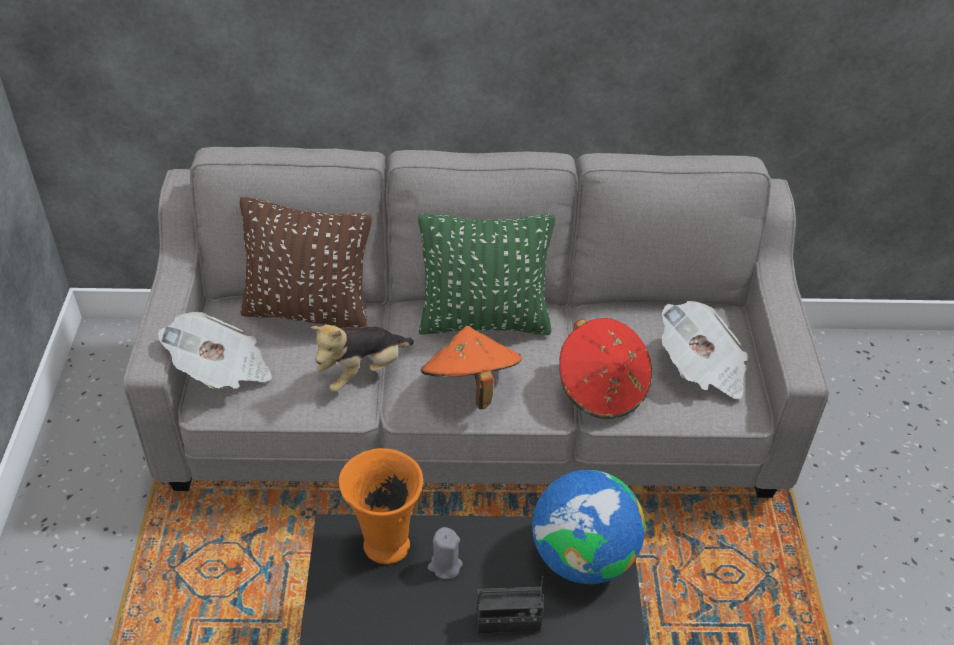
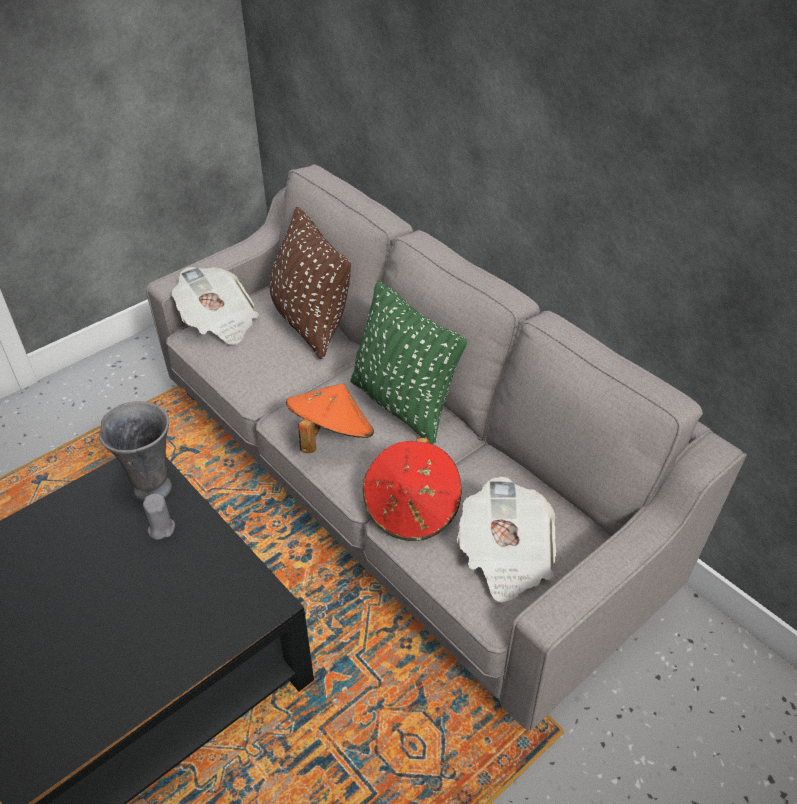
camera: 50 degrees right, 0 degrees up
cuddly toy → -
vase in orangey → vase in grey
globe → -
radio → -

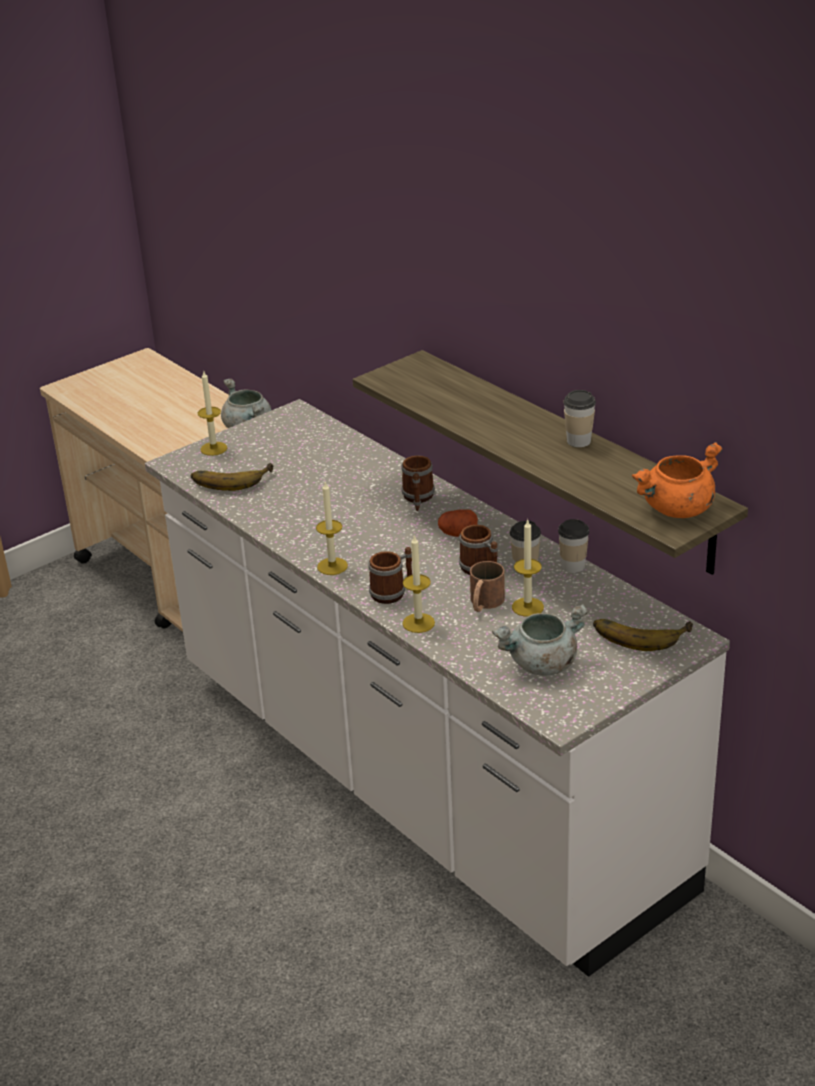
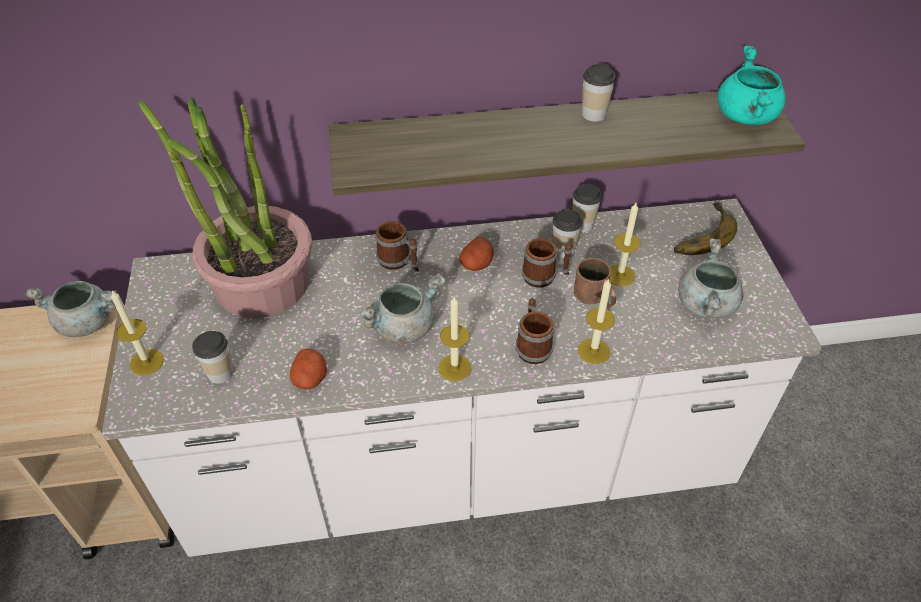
camera: 60 degrees left, 15 degrees up
saucepot in orangey → saucepot in blue-green
whole banana (no. 1 from left) → drinking cup (no. 1 from left)
- → houseplant
- → saucepot in grey (no. 2 from left)
- → spud (no. 1 from left)

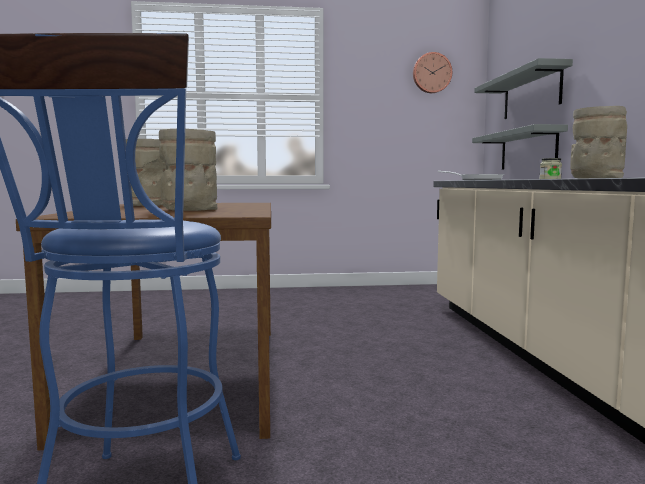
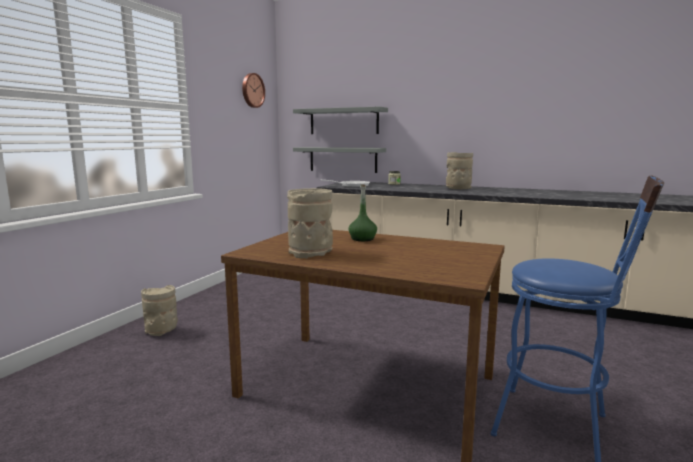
camera: 60 degrees left, 5 degrees up
vase in beige-coloured (no. 2 from left in the first image) → vase in beige-coloured (no. 1 from left), relocated
- → drink bottle in green-coloured

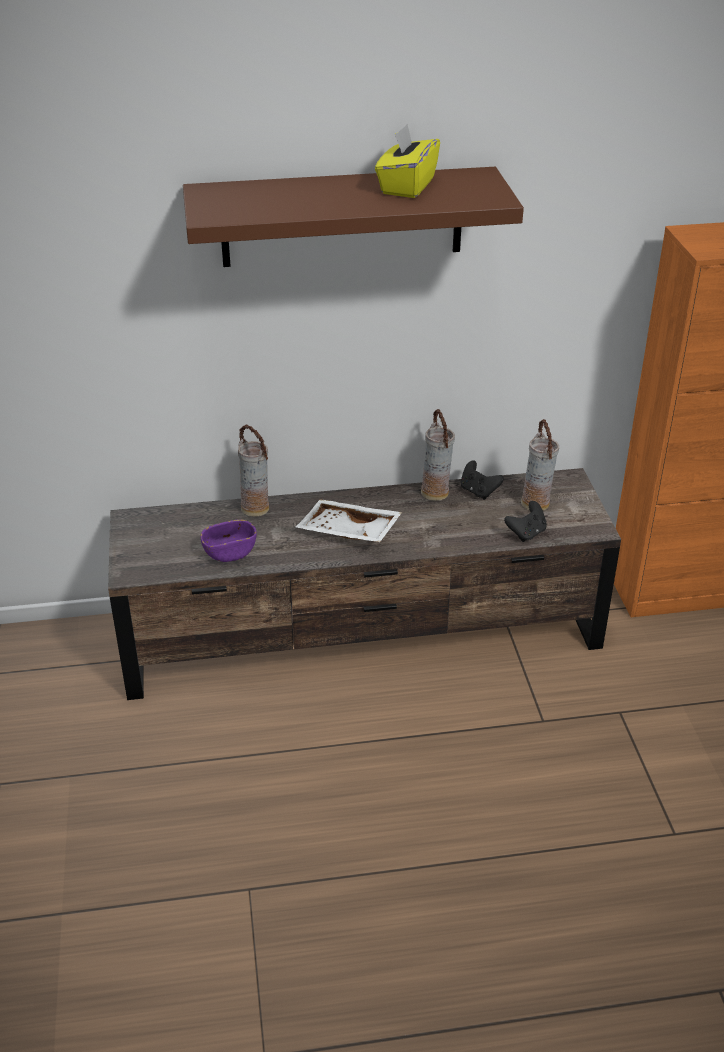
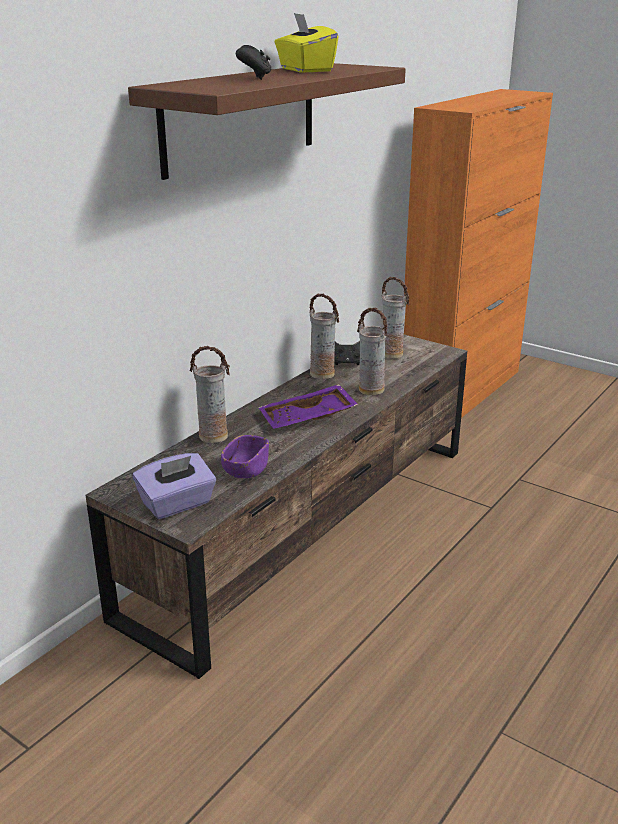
camera: 45 degrees left, 10 degrees down
carrying tray in white-coloured → carrying tray in purple-coloured
joypad in black (no. 2 from left in the first image) → joypad in black (no. 1 from left), relocated
- → vase (no. 3 from left)
- → tissue box in purple-coloured

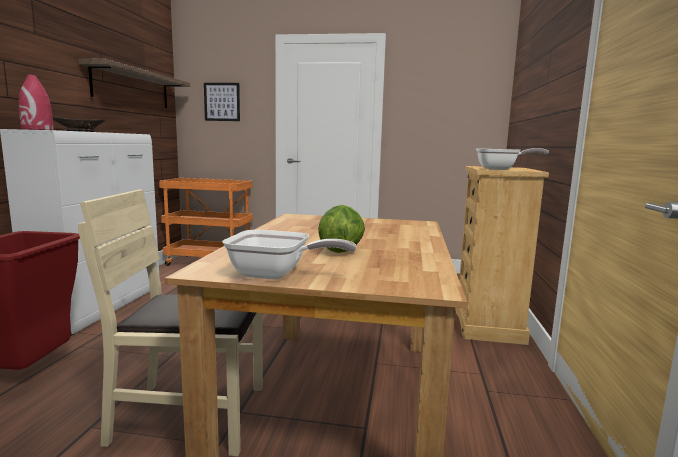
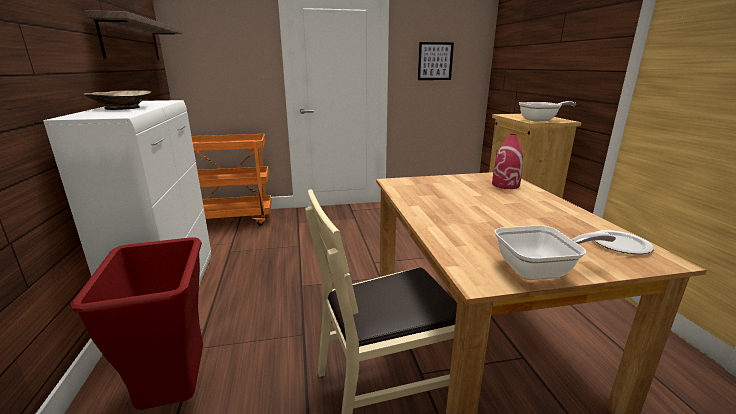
camera: 20 degrees left, 10 degrees up
vase in reddish, relocated
wall picture, relocated
head of lettuce → -
- → flat dish

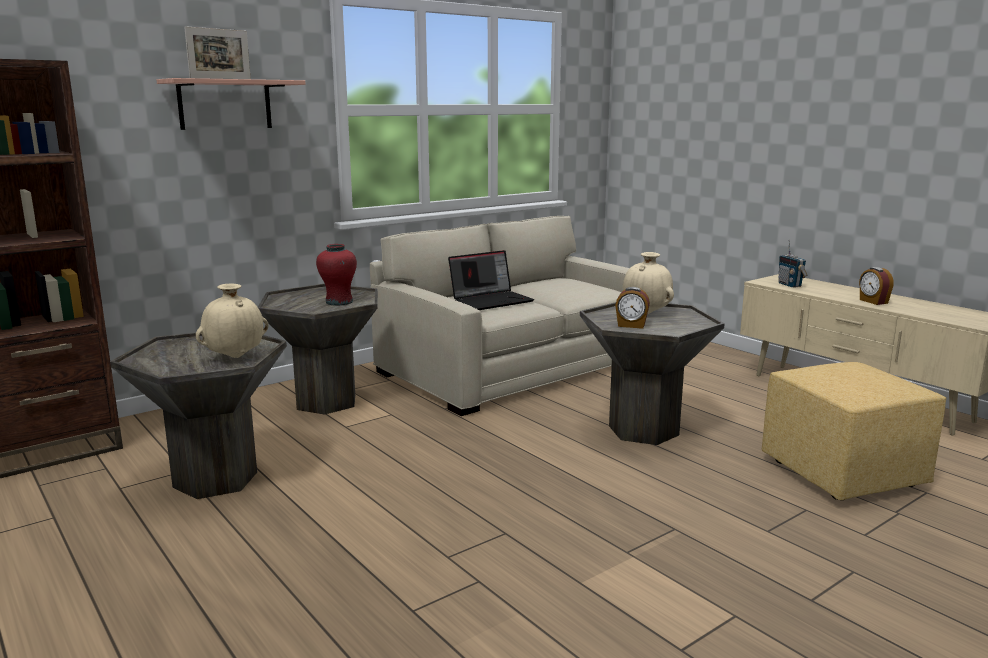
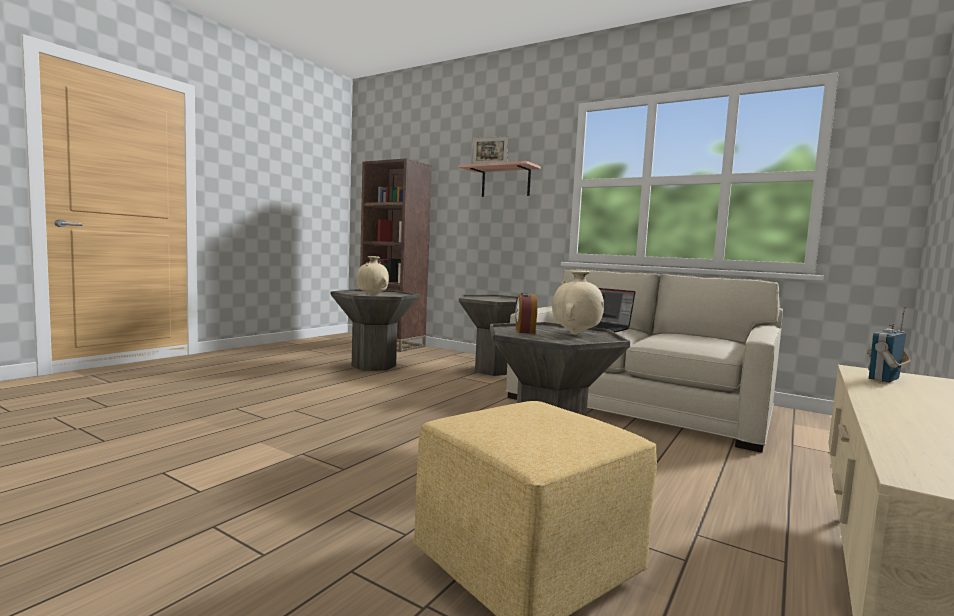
camera: 70 degrees right, 10 degrees down
vase in reddish → -
alarm clock (no. 2 from left) → -

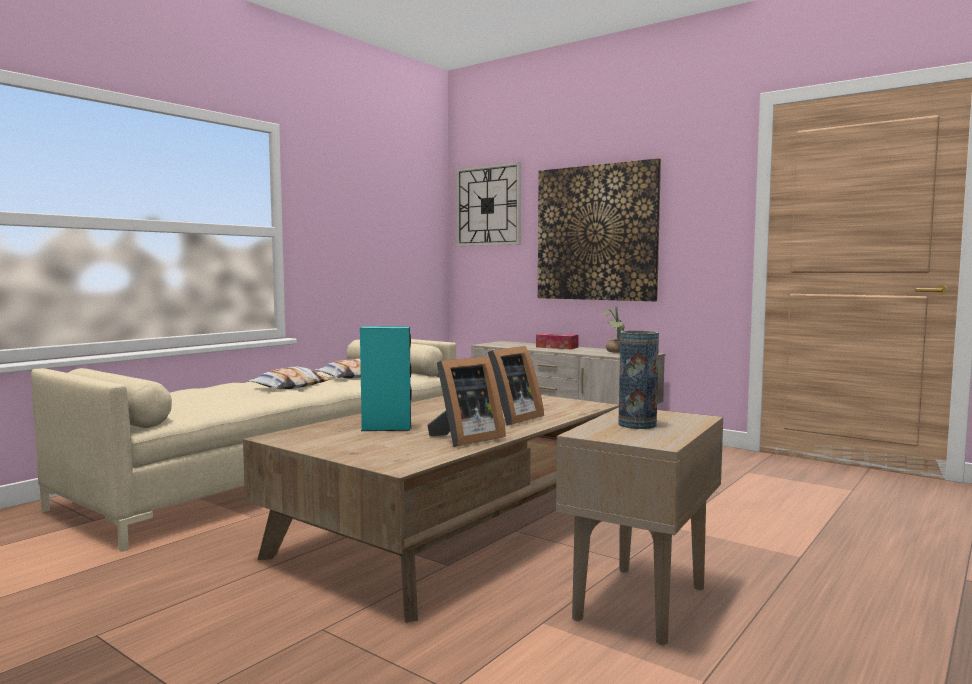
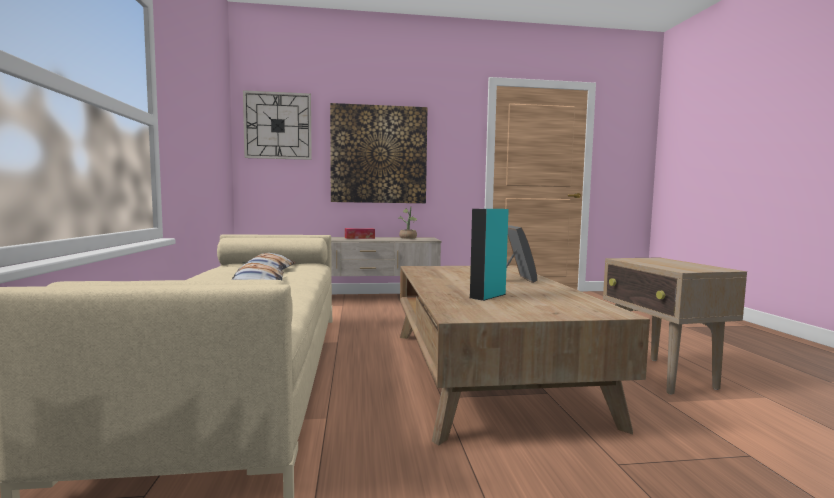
camera: 45 degrees left, 0 degrees up
vase → -
photo frame (no. 1 from left) → -

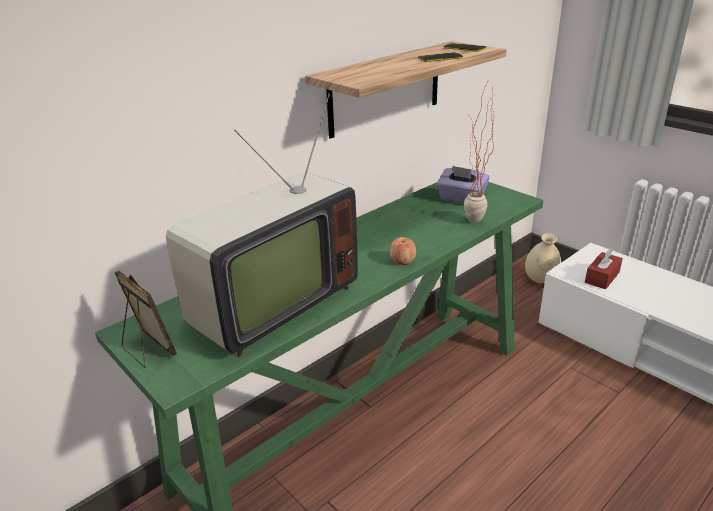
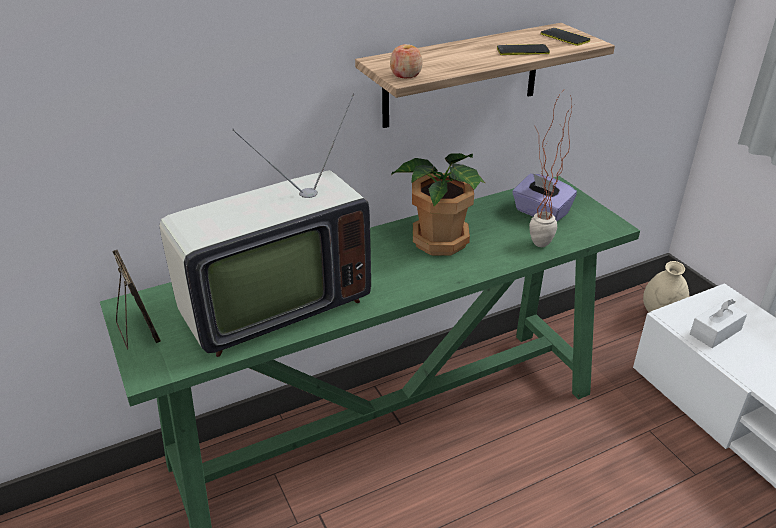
camera: 15 degrees right, 5 degrees up
apple, relocated
tissue box in reddish → tissue box in white-coloured
- → houseplant (no. 1 from left)

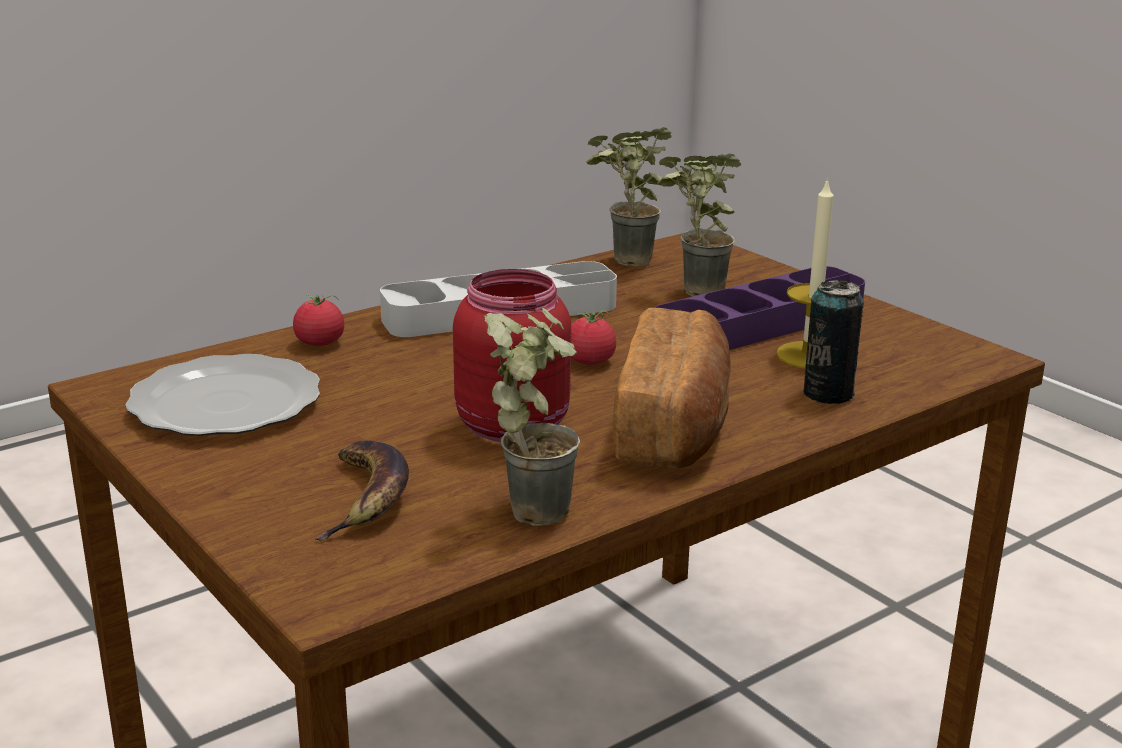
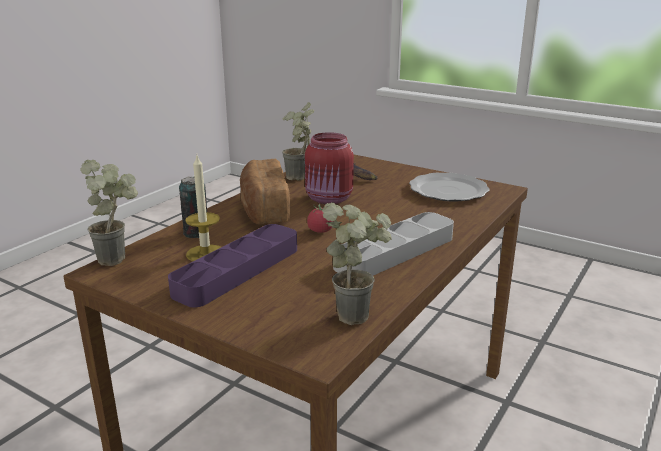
camera: 160 degrees right, 0 degrees up
houseplant (no. 3 from left in the first image) → houseplant (no. 1 from left), relocated
whole tomato (no. 1 from left) → -

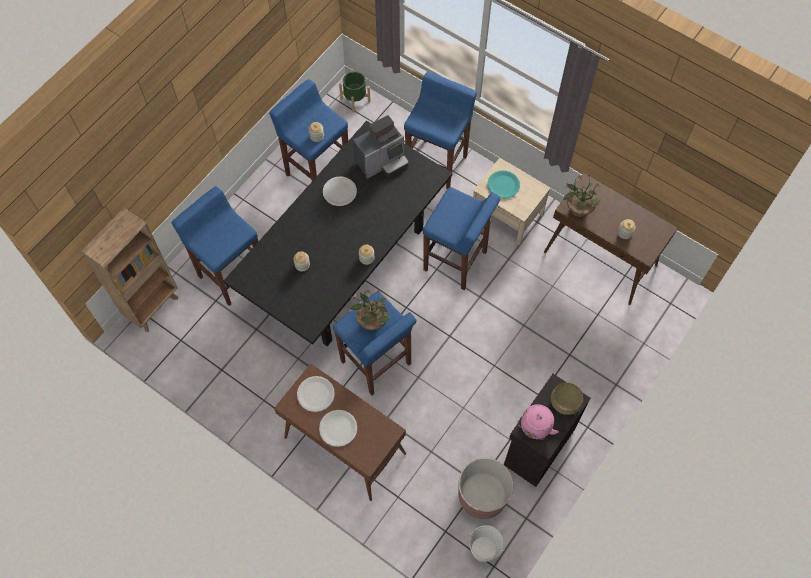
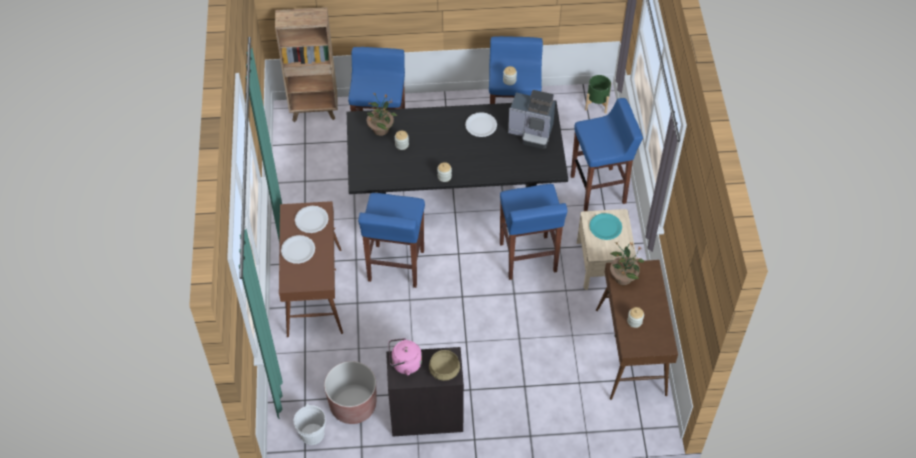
camera: 50 degrees right, 10 degrees down
houseplant (no. 1 from left), relocated

